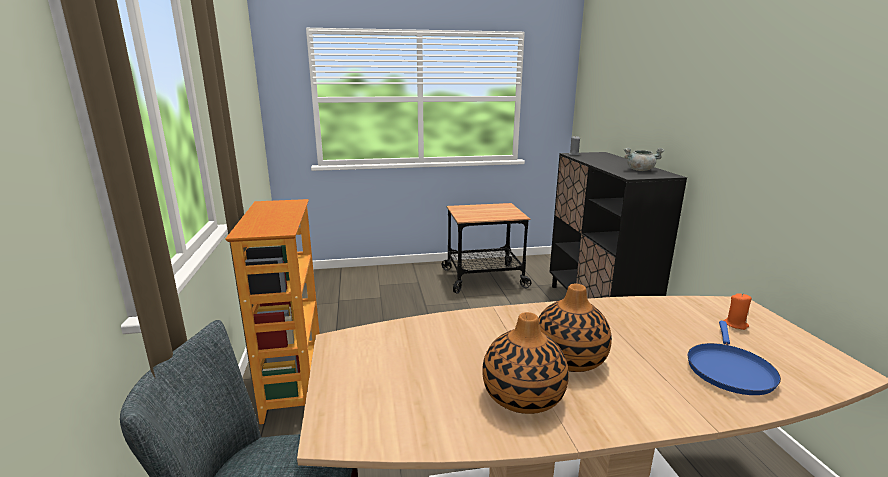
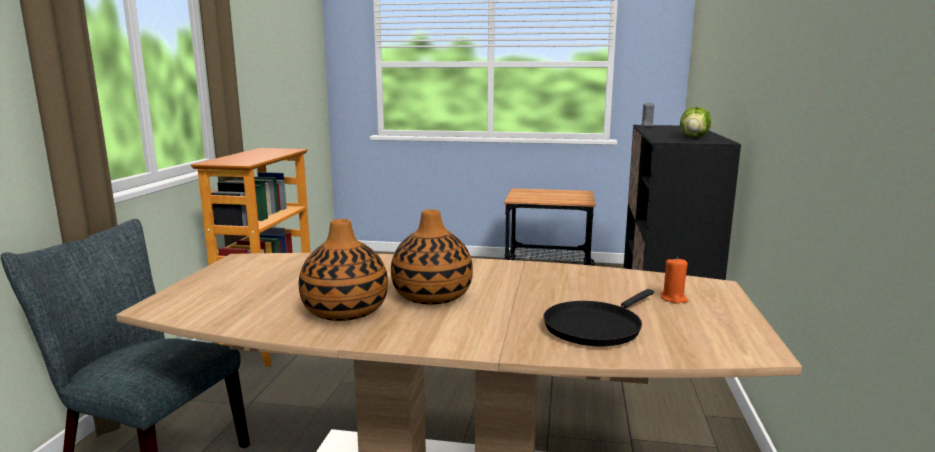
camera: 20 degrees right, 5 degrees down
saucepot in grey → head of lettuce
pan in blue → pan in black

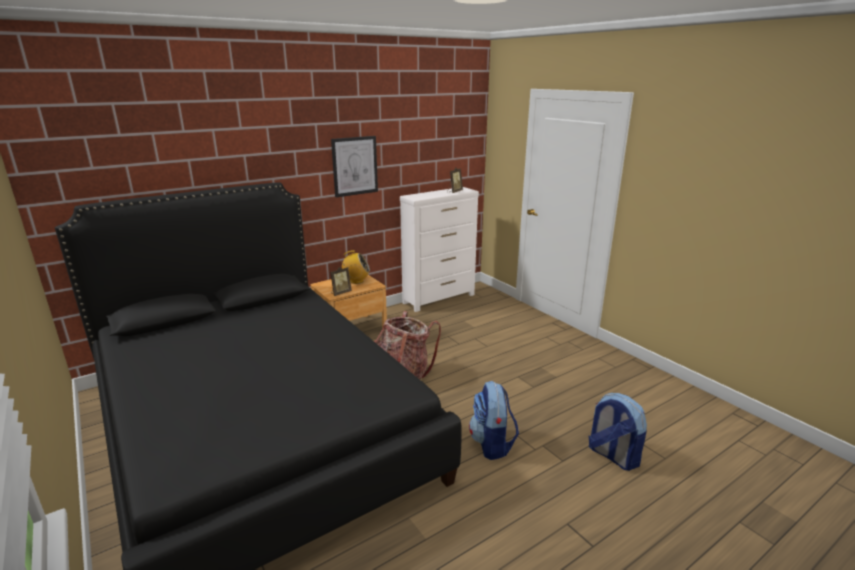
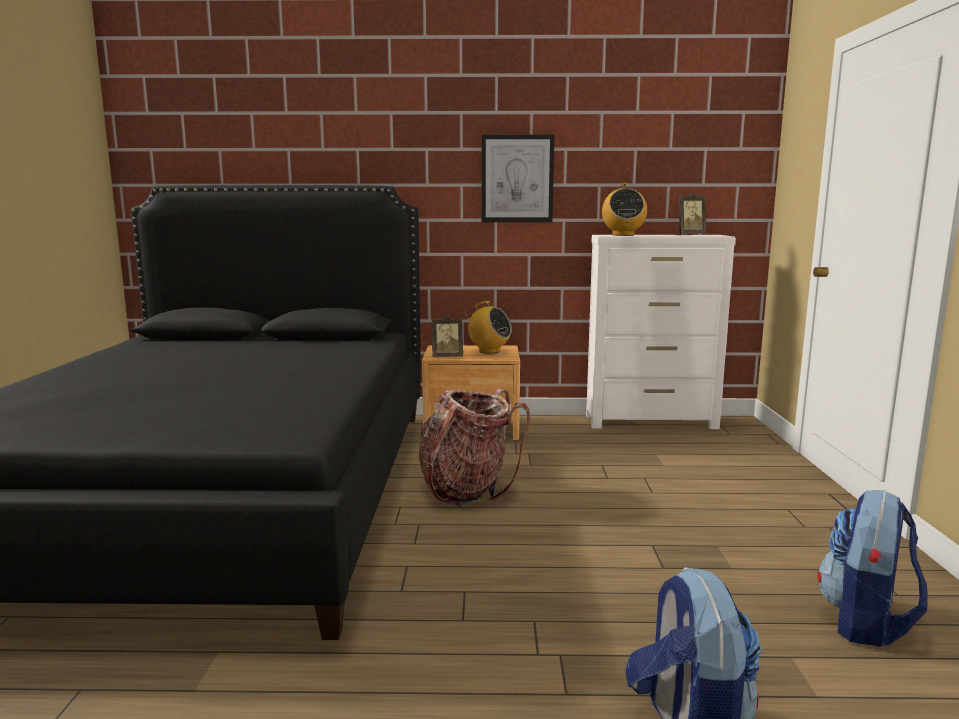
camera: 35 degrees right, 10 degrees down
rucksack (no. 2 from left in the first image) → rucksack (no. 3 from left), relocated
- → radio (no. 2 from left)

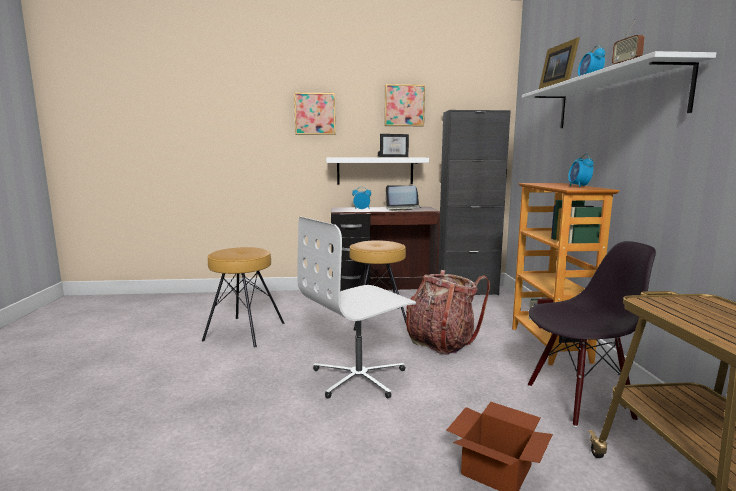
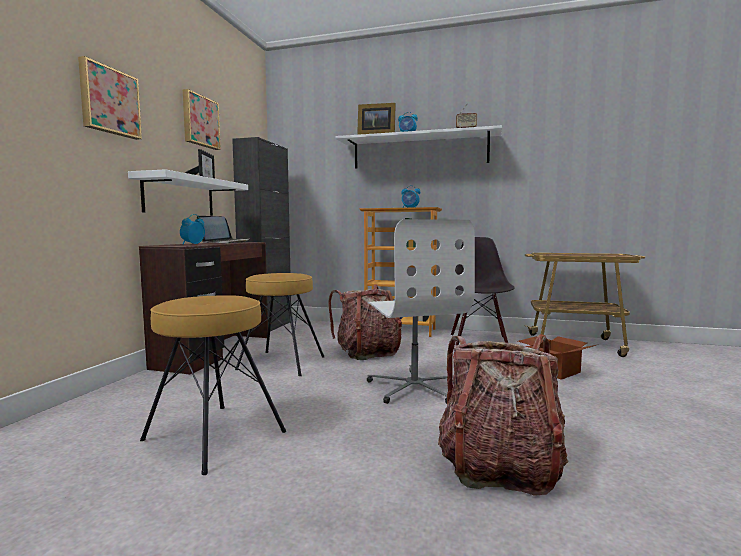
camera: 70 degrees left, 5 degrees down
- → rucksack (no. 2 from left)

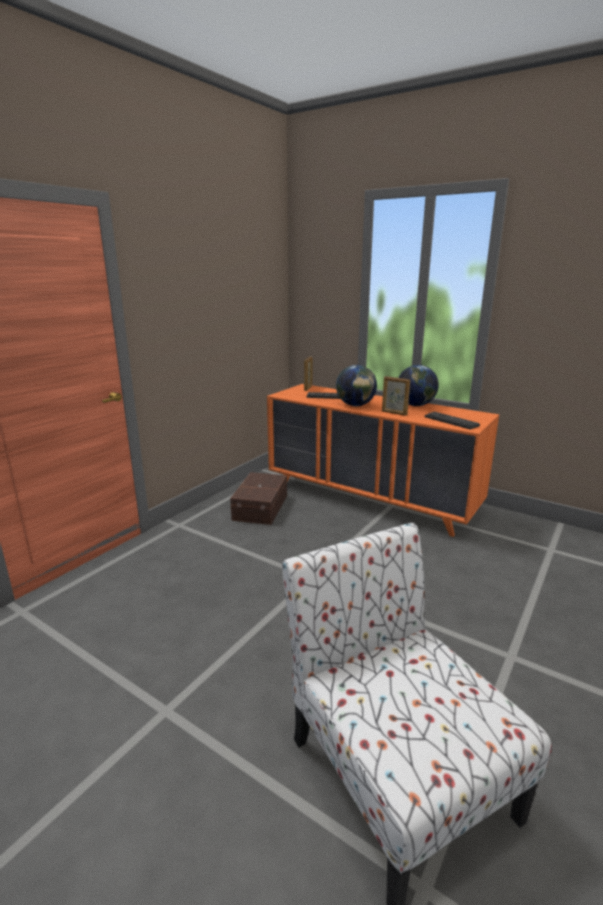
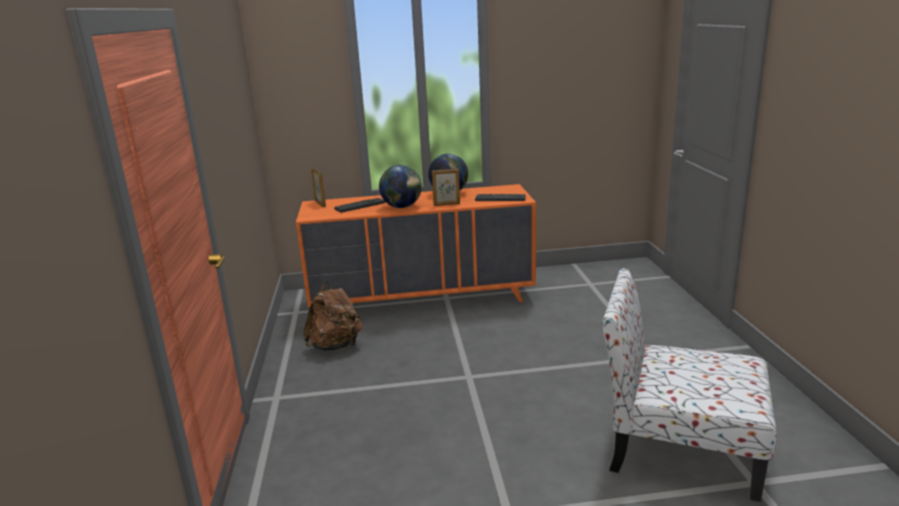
camera: 40 degrees left, 0 degrees up
storage box in brownish → rucksack in brownish

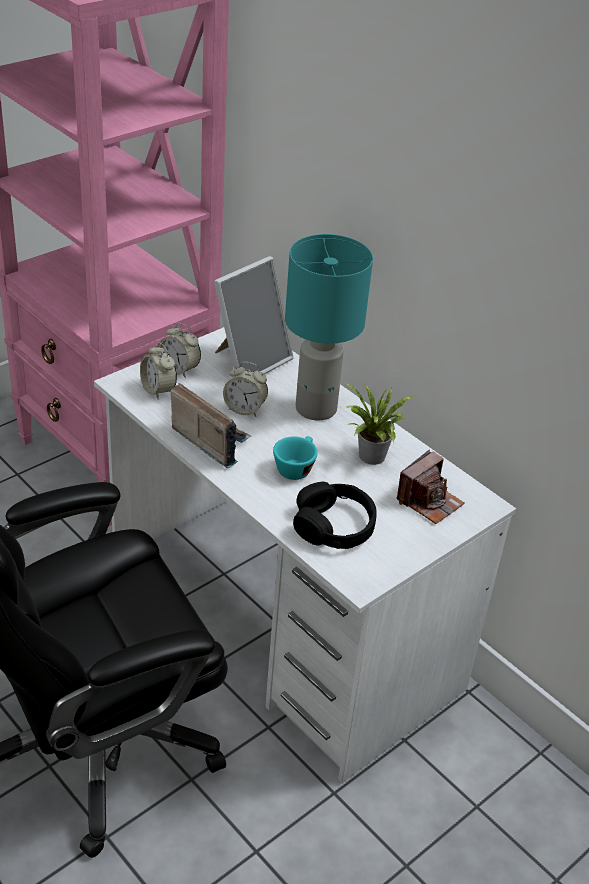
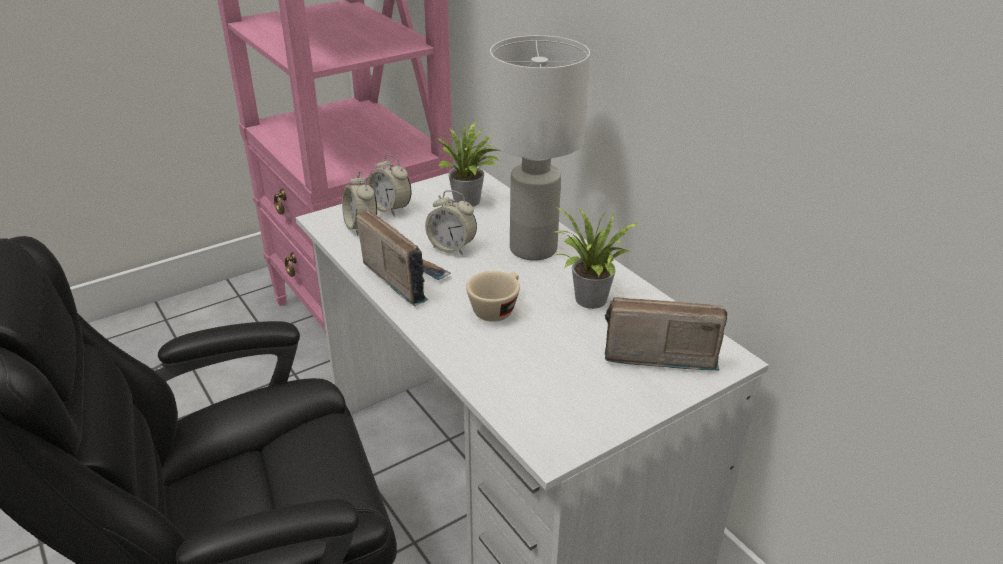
camera: 10 degrees right, 5 degrees down
lamp for a table in blue-green → lamp for a table in white-coloured
photo frame → houseplant (no. 1 from left)
drinking cup in blue-green → drinking cup in beige-coloured
photo camera → radio (no. 2 from left)
headphones in black → -

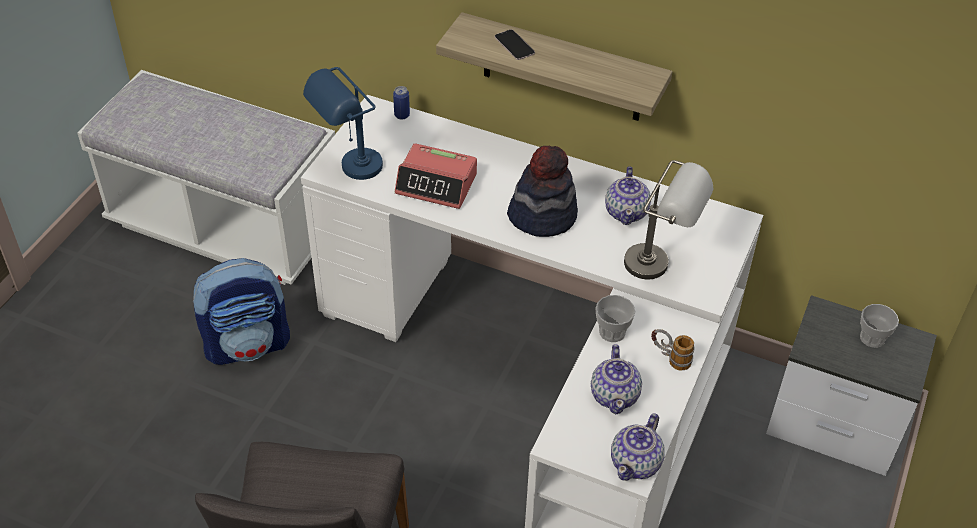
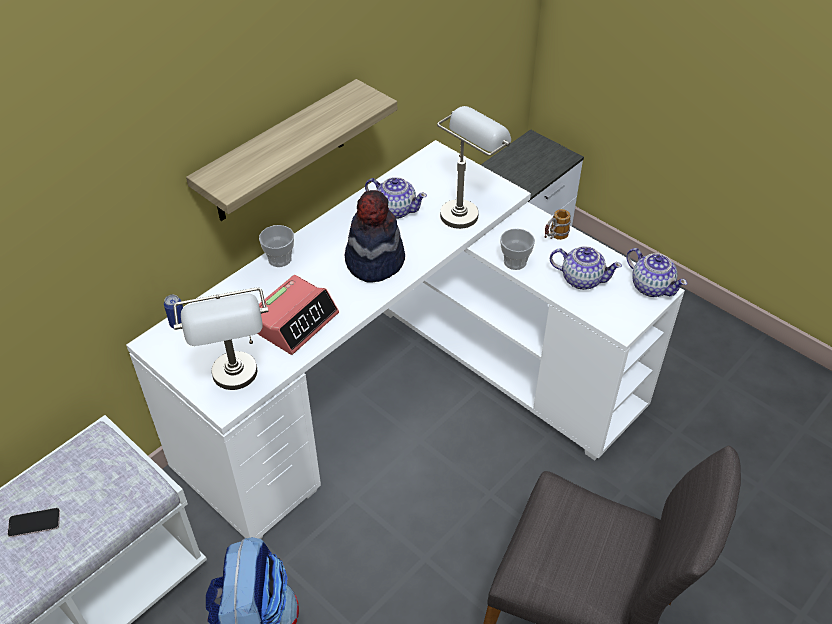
camera: 70 degrees left, 0 degrees up
telephone, relocated
lamp for a table in blue → lamp for a table in grey (no. 1 from left)
drinking cup (no. 2 from left in the first image) → drinking cup (no. 1 from left), relocated

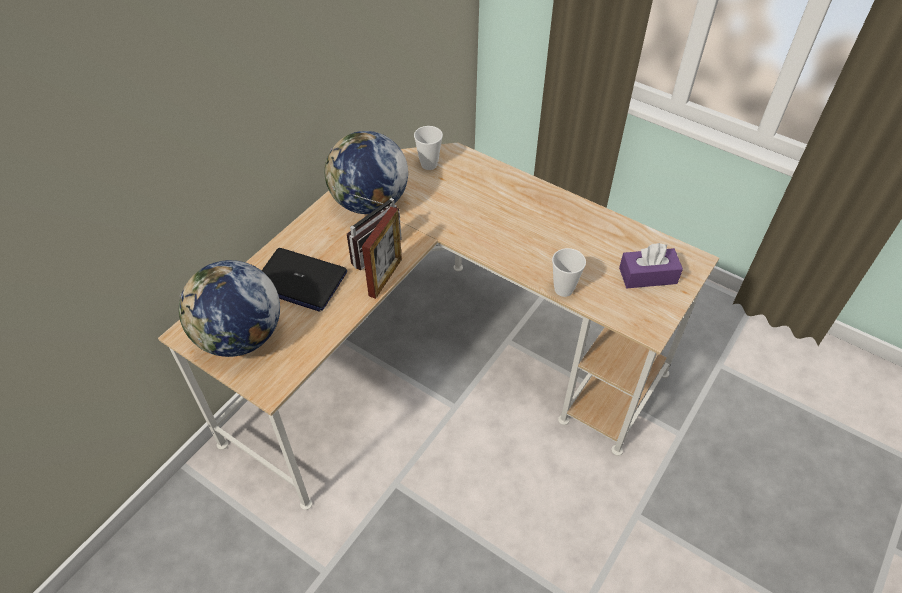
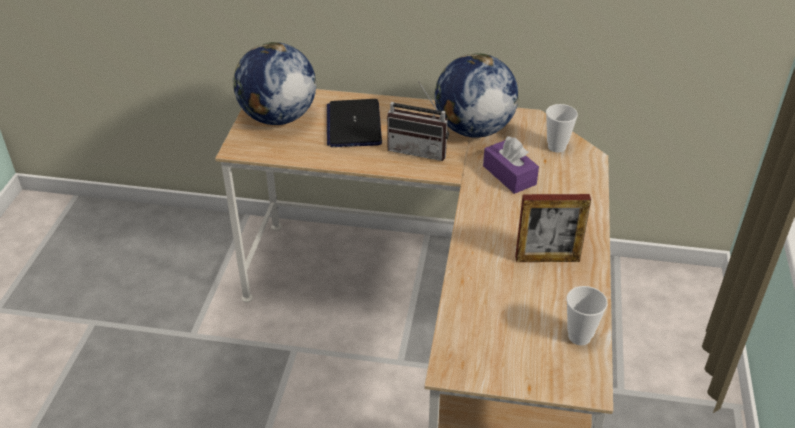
camera: 65 degrees right, 10 degrees down
photo frame, relocated
tissue box in purple-coloured, relocated
drinking cup (no. 2 from left), relocated

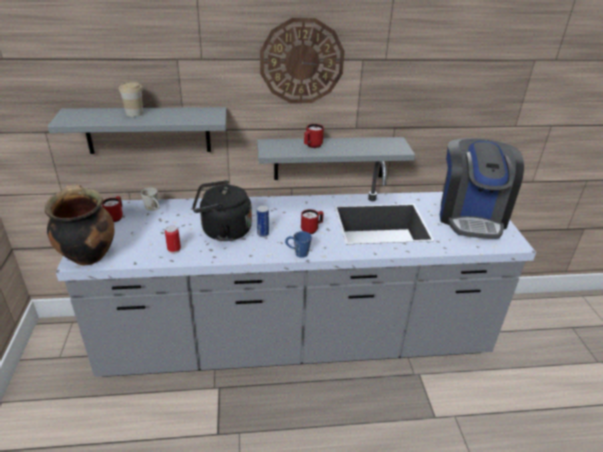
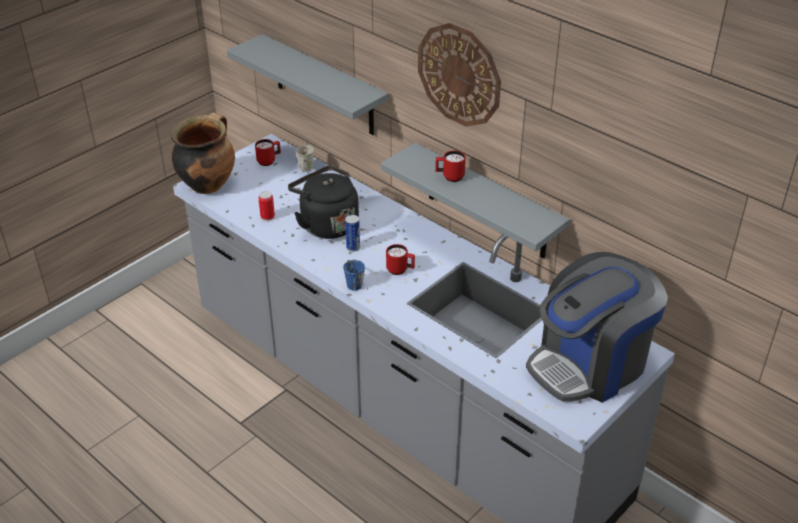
camera: 50 degrees right, 5 degrees up
drinking cup → -

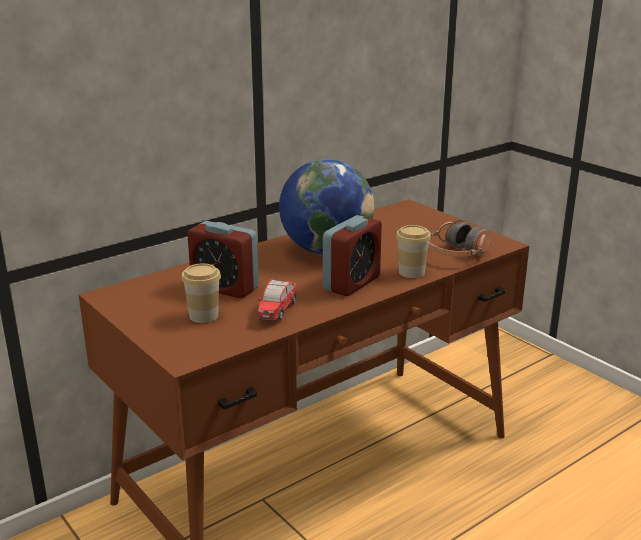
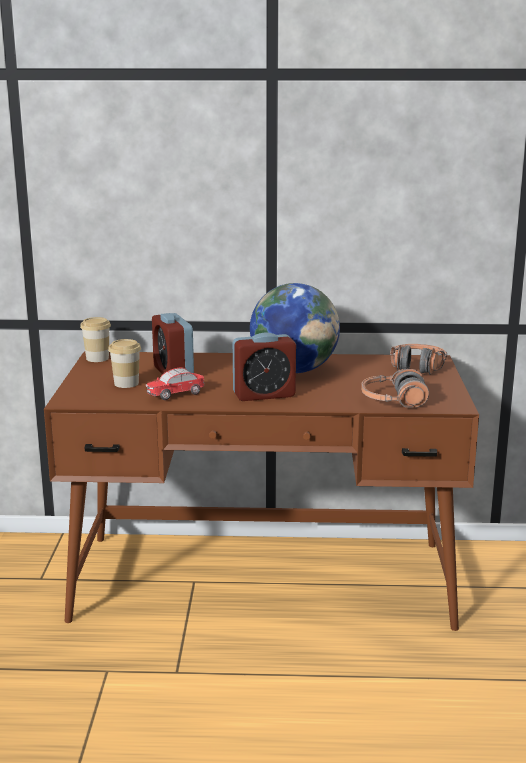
camera: 40 degrees right, 5 degrees down
drinking cup (no. 2 from left in the first image) → drinking cup (no. 1 from left), relocated
- → headphones (no. 2 from left)

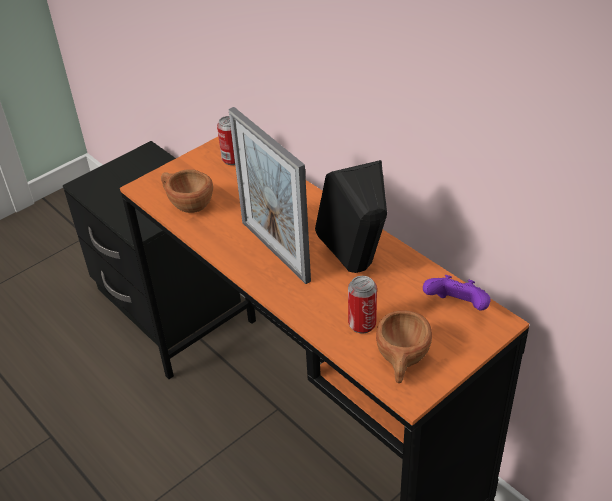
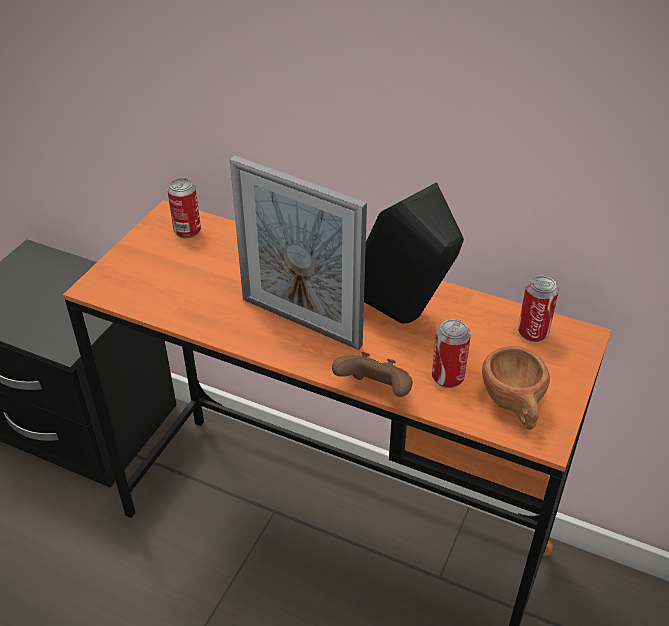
camera: 25 degrees left, 0 degrees up
drinking cup in brownish (no. 1 from left) → -
joypad in purple-coloured → can (no. 3 from left)
- → joypad in brownish

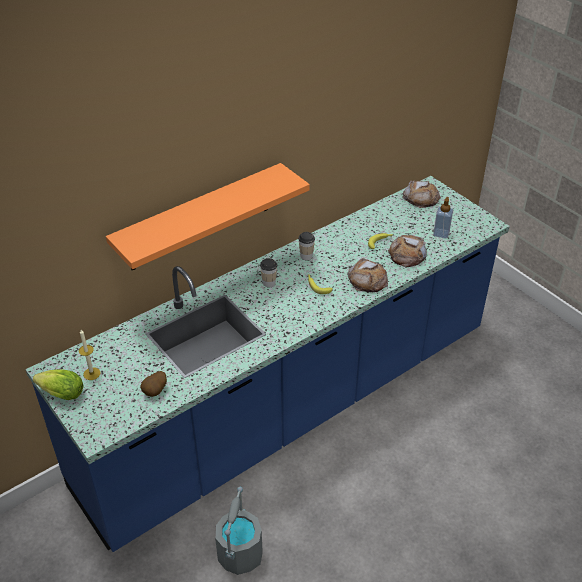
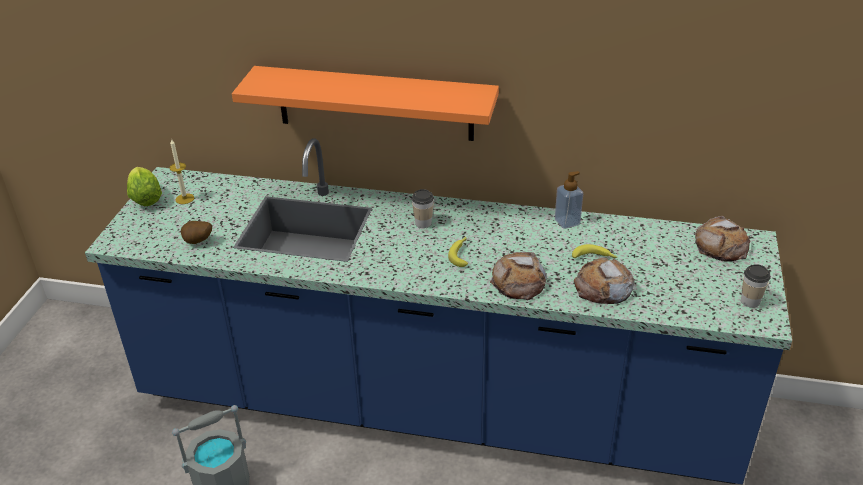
camera: 50 degrees right, 5 degrees down
soap bottle, relocated
drinking cup (no. 2 from left), relocated

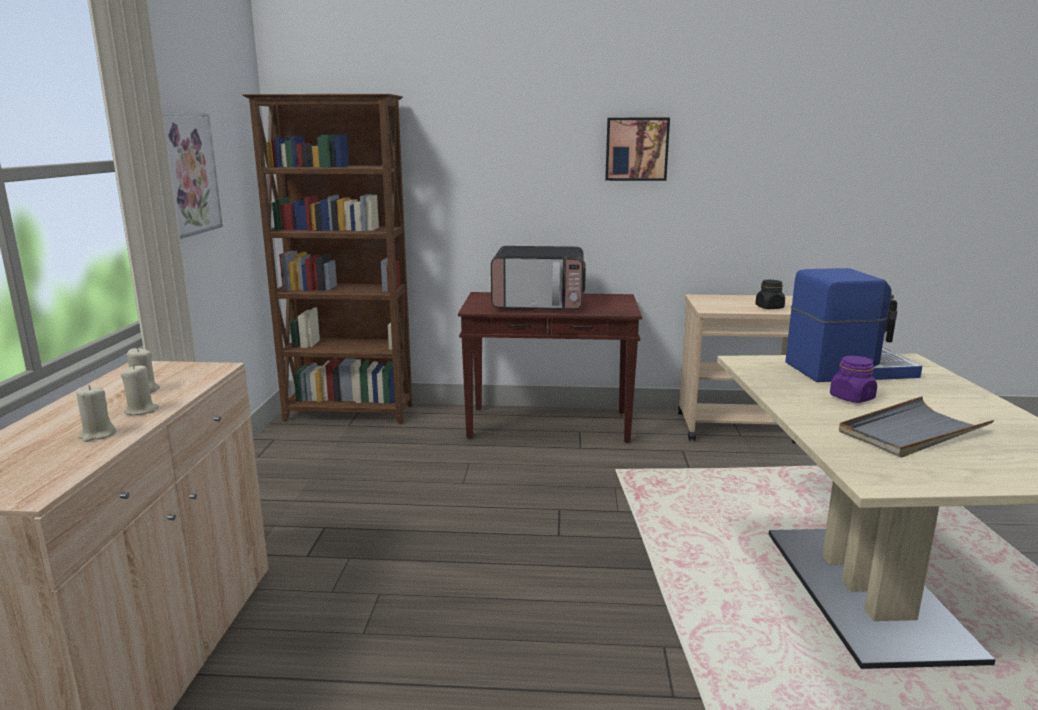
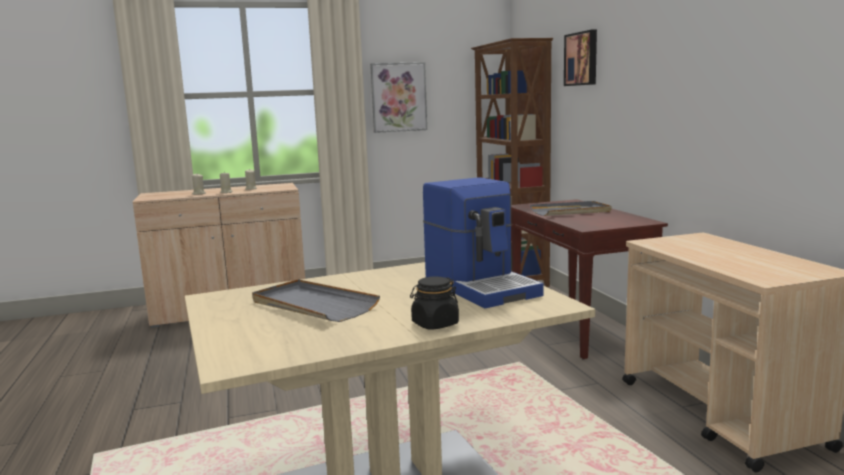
camera: 70 degrees right, 5 degrees down
wall picture (no. 2 from left), relocated
microwave oven → carrying tray in grey (no. 2 from left)
preserve jar in black, relocated
preserve jar in purple-coloured → -

